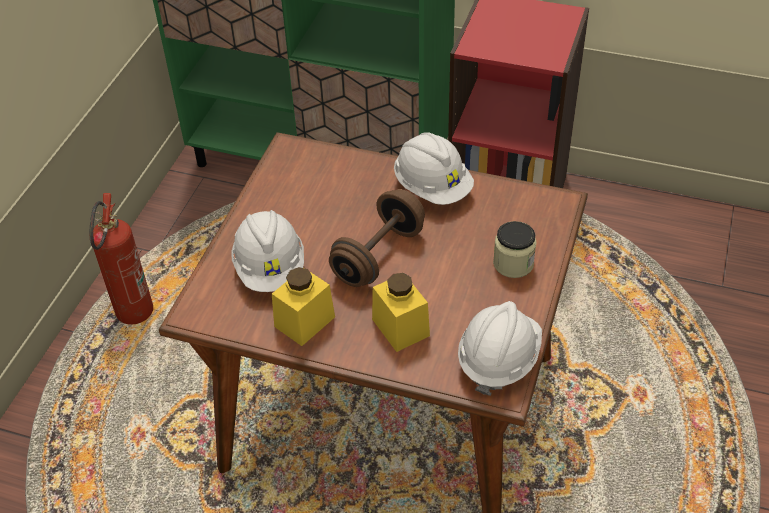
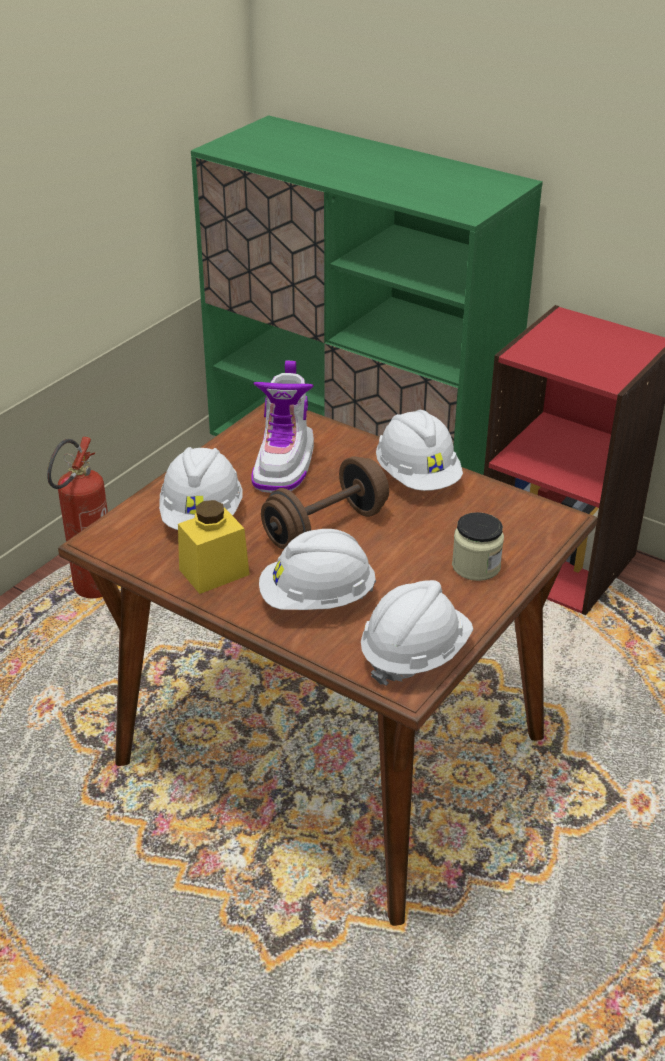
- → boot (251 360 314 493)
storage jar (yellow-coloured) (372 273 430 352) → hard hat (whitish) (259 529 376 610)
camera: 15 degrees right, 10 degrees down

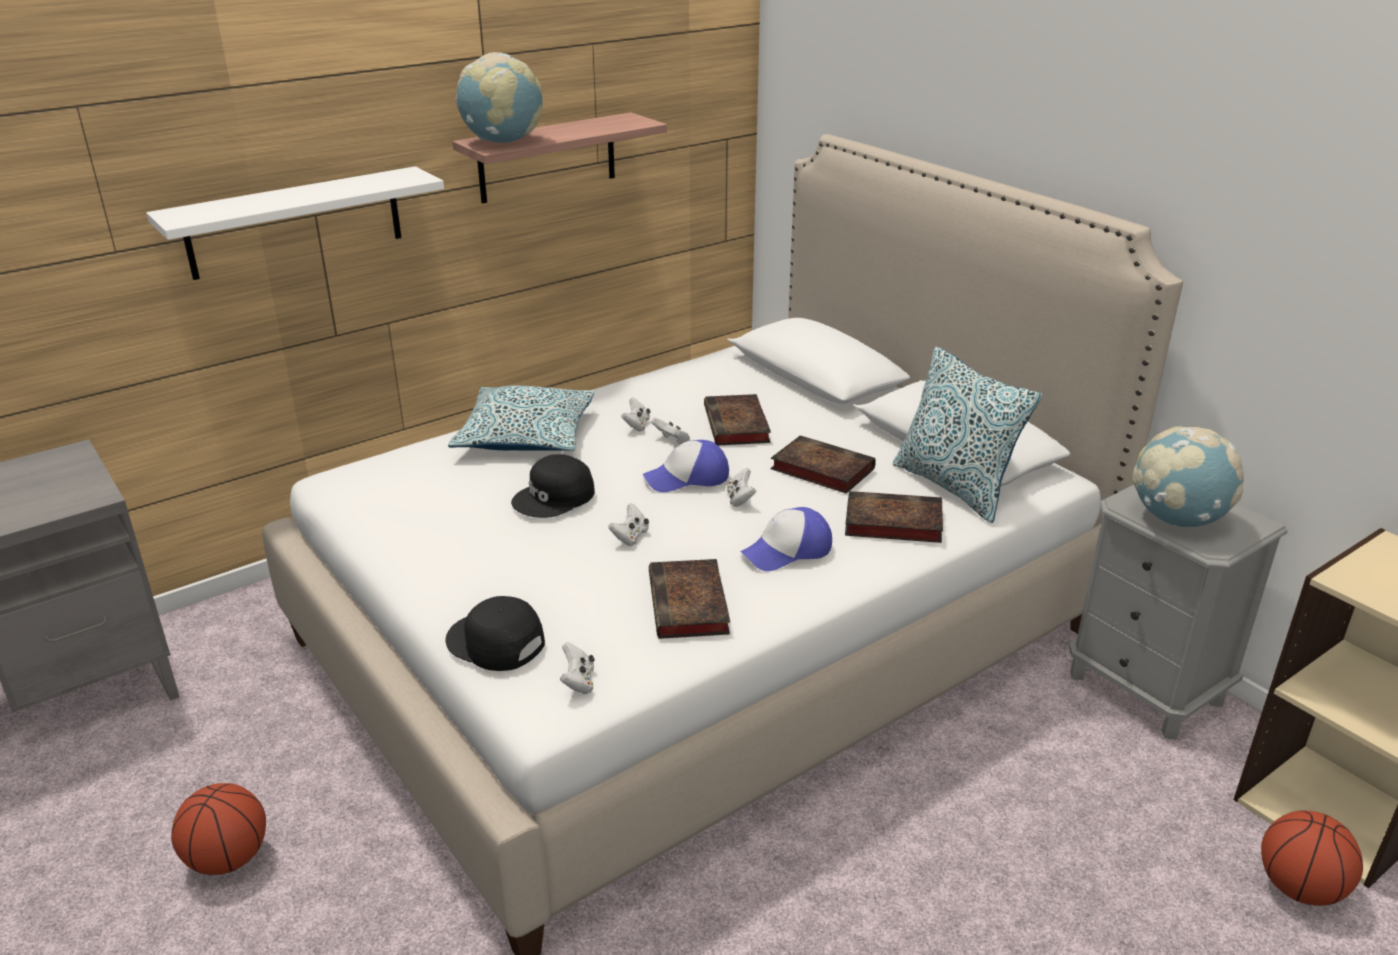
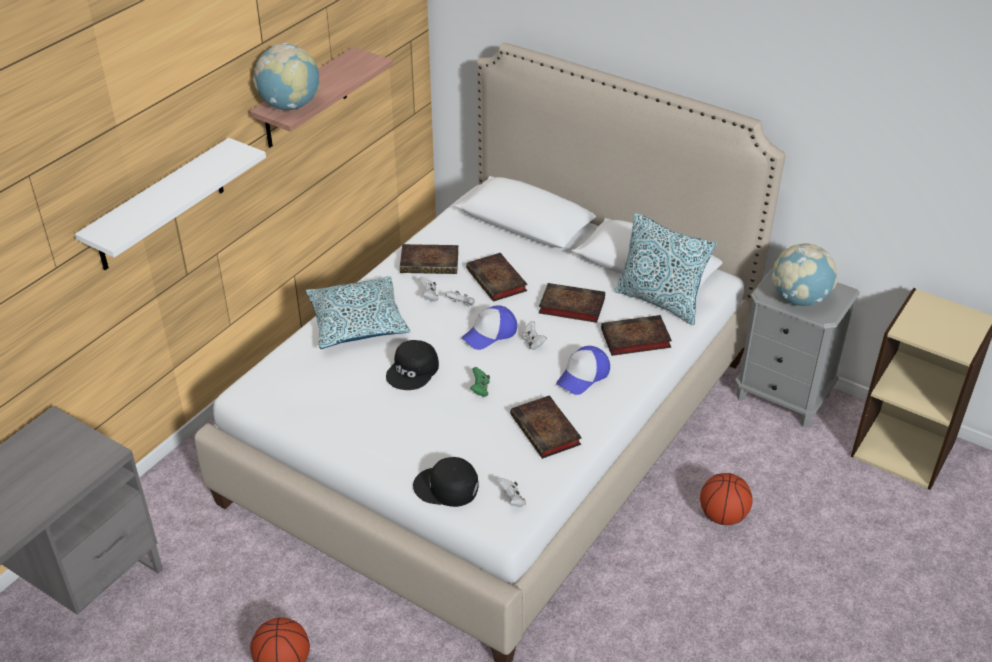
- → book (400 244 458 274)
basketball ball (1261 810 1363 906) → basketball ball (700 473 753 525), shifted
gamepad (whitish) (609 503 649 546) → gamepad (greenish) (470 367 490 397)
camera: 20 degrees left, 10 degrees up

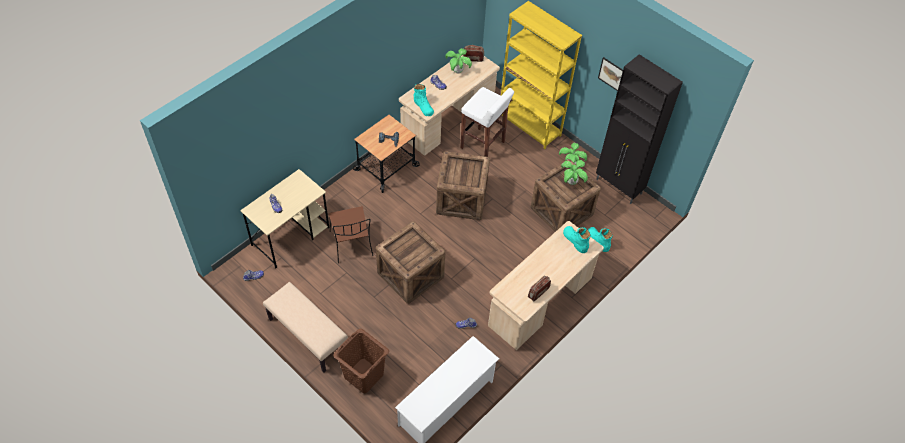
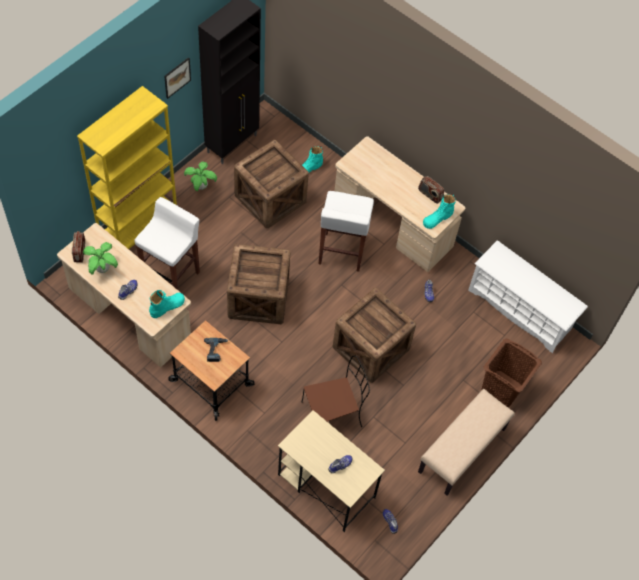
houseplant (561 160 588 185) → -
- → stool (whitish) (319 191 374 272)
boot (turquoise-coloured) (563 226 591 253) → boot (turquoise-coloured) (423 194 456 229), shifted
camera: 95 degrees left, 5 degrees up

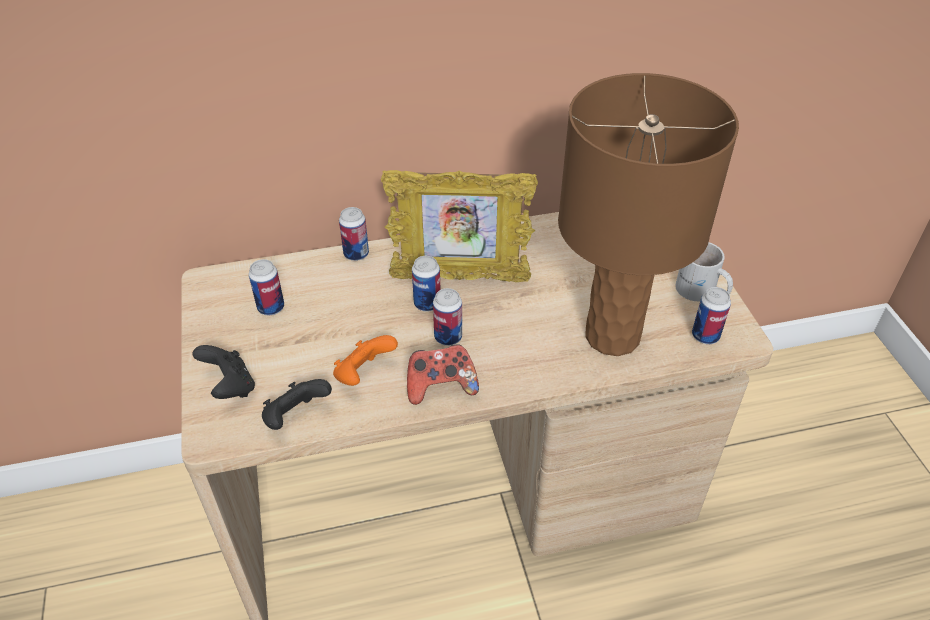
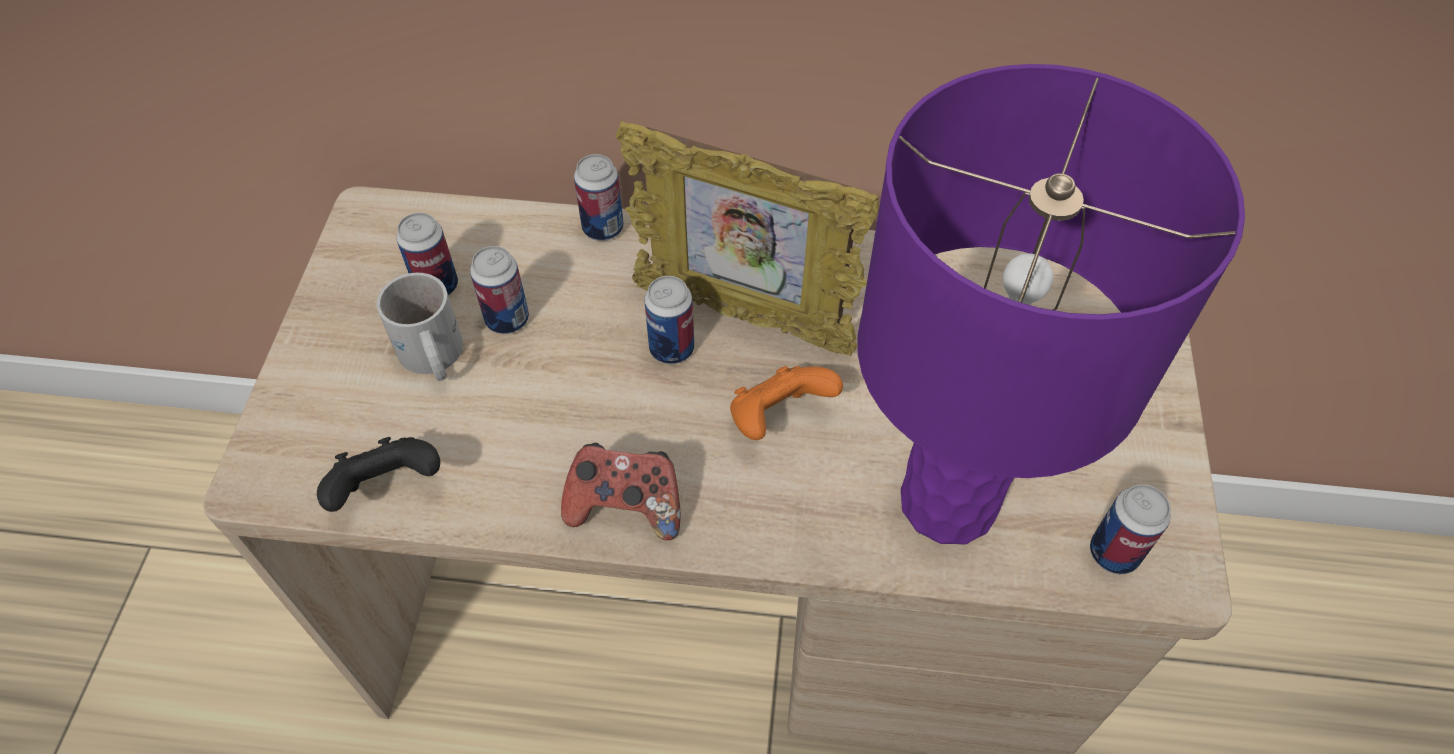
gamepad (blackish) (193 345 255 399) → -
gamepad (orangey) (333 335 398 386) → gamepad (orangey) (730 366 843 440), shifted
metal can (433 288 462 346) → metal can (470 246 529 334), shifted
tea mug (whitish) (675 242 733 301) → tea mug (whitish) (377 273 463 381), shifted
lamp for a table (brown-coloured) (558 73 739 356) → lamp for a table (purplish) (857 64 1245 544)
camera: 20 degrees right, 10 degrees up

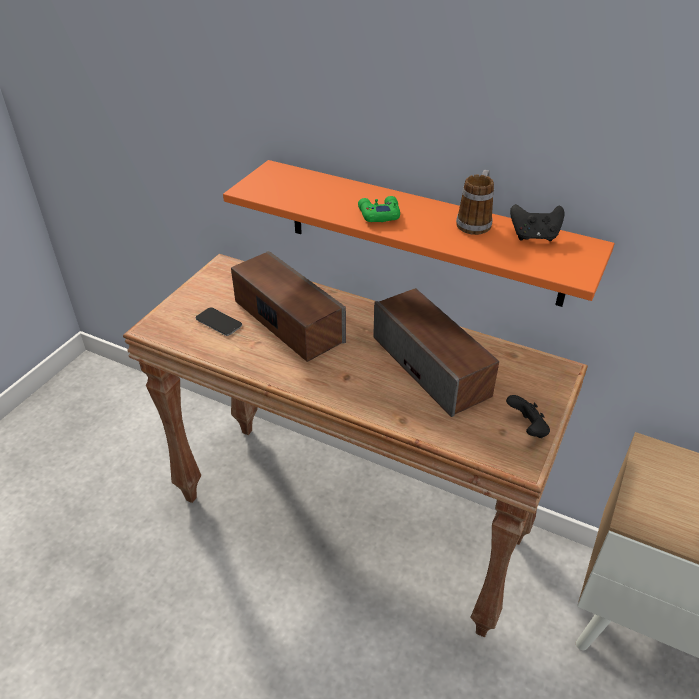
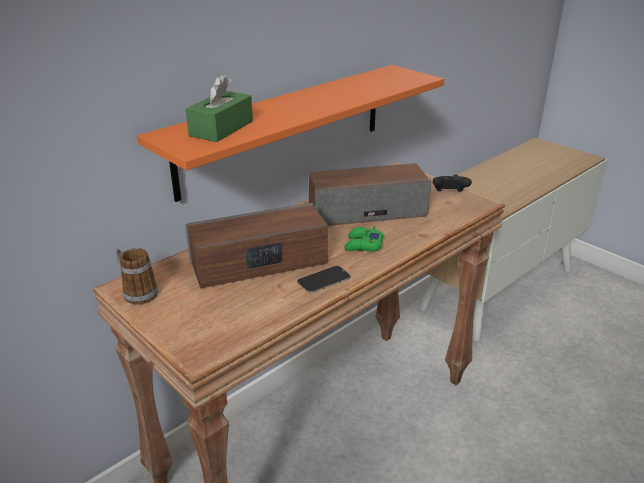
gamepad (blackish) (510 204 564 241) → -
- → box of tissues (greenish) (186 74 253 142)
phone (196 307 242 336) → phone (297 266 350 293), shifted
gamepad (greenish) (358 196 400 222) → gamepad (greenish) (344 226 383 252), shifted
tea mug (456 170 494 235) → tea mug (116 245 158 304), shifted
camera: 70 degrees left, 10 degrees down

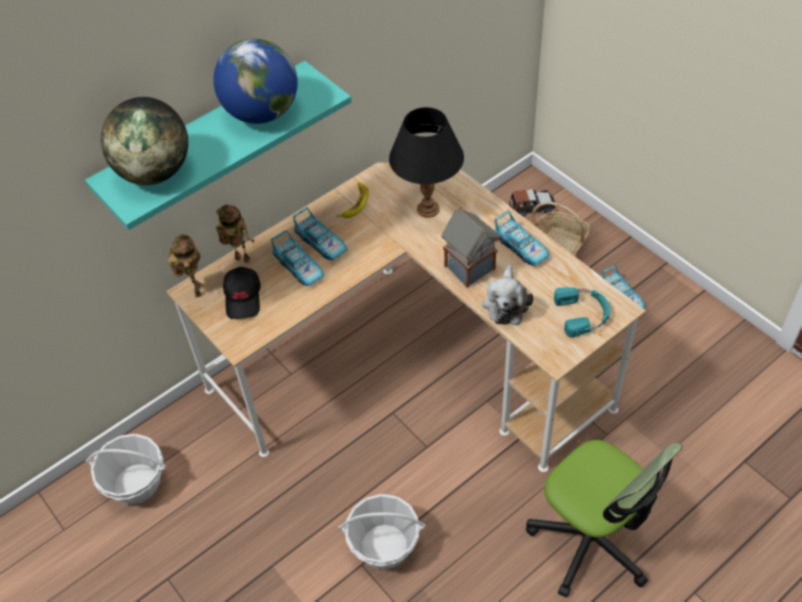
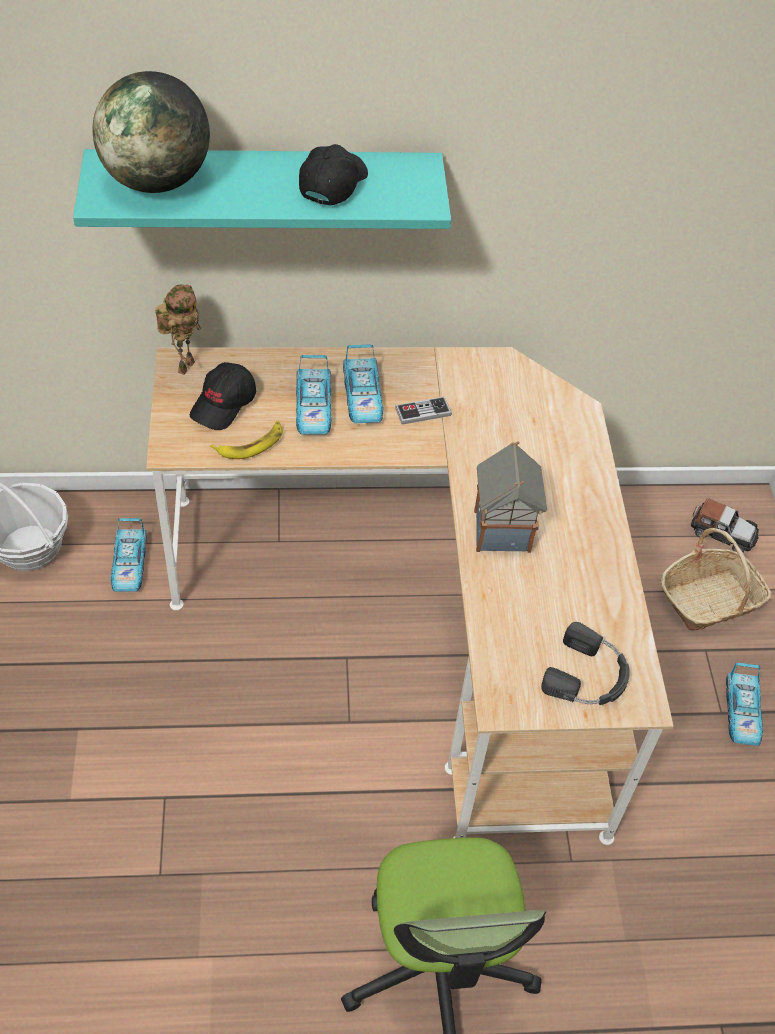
robot figure (216 205 255 263) → -
household basket (338 494 426 569) → -
lamp for a table (blackish) (389 107 464 218) → -
soft toy (482 264 533 325) → -
- → gamepad (395 396 452 425)
banana fruit (336 183 369 218) → banana fruit (210 421 283 459), shifted
miniature car (494 210 550 266) → miniature car (111 518 147 592), shifted
desk globe (213 38 298 124) → peaked cap (blackish) (299 144 368 206)
headphones (turquoise-coloured) (554 287 610 338) → headphones (blackish) (541 622 630 705)
camera: 30 degrees right, 0 degrees up

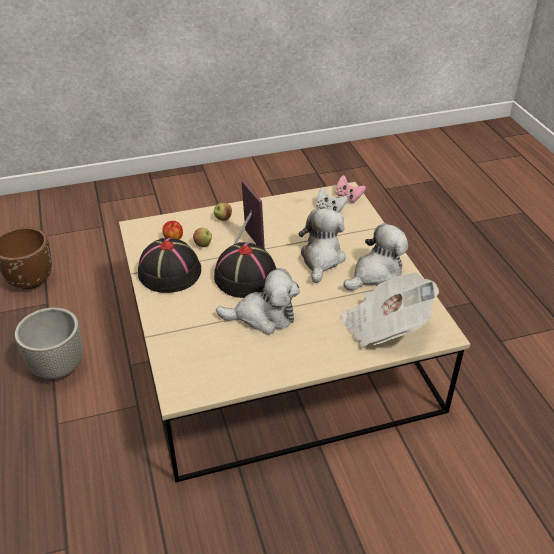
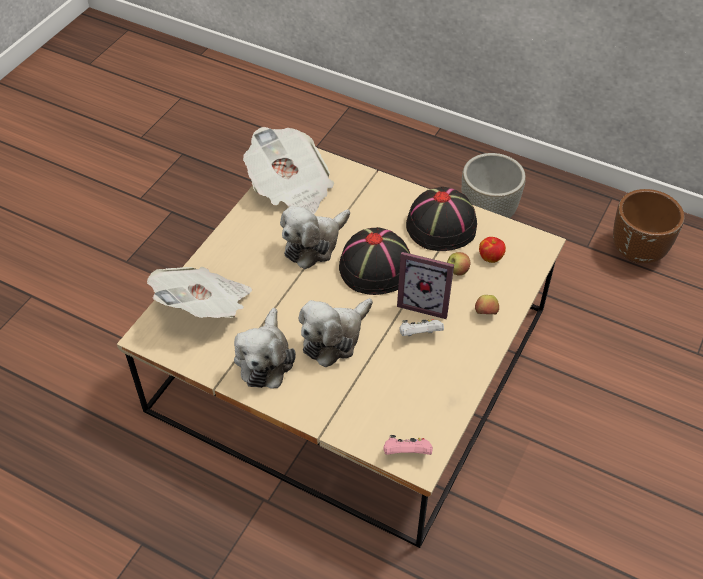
- → daily paper (243 127 334 214)
gamepad (whitish) (316 187 348 213) → gamepad (whitish) (400 319 444 336), shifted
soft toy (299 208 346 283) → soft toy (299 298 373 367), 75 degrees clockwise
camera: 135 degrees right, 10 degrees up

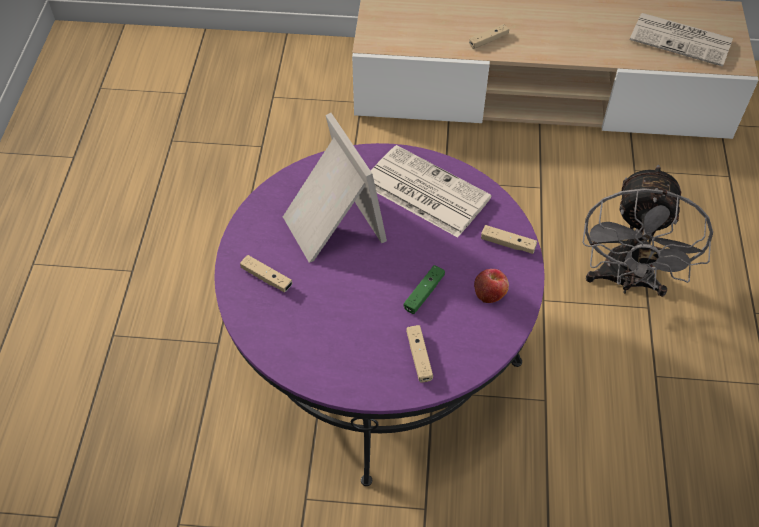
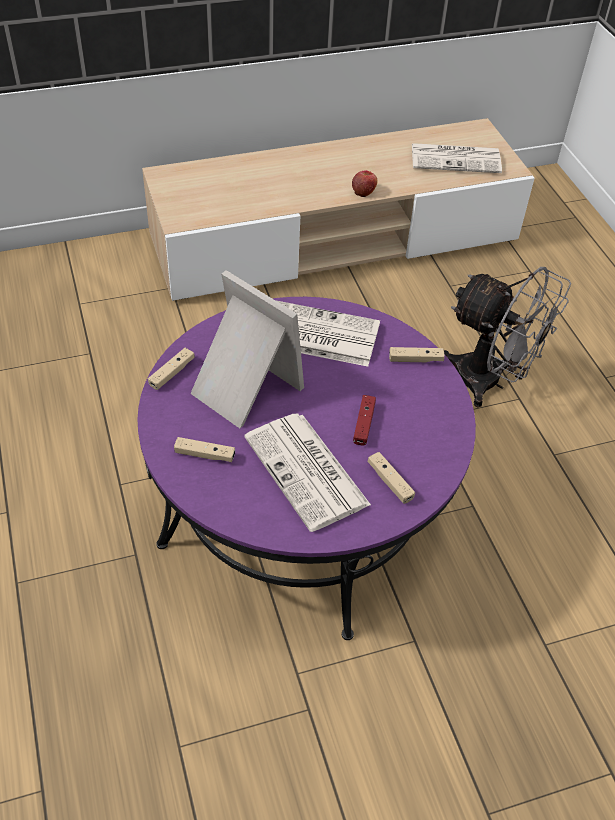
- → daily paper (244 413 371 532)
gamepad (beige-coloured) (469 24 509 49) → gamepad (beige-coloured) (148 348 195 390), shifted
whole apple (474 269 509 303) → whole apple (352 170 377 197), shifted
gamepad (greenish) (404 265 445 314) → gamepad (red) (353 395 376 446)
electric fan (greyish) (582 165 713 297) → electric fan (greyish) (444 267 571 408), 45 degrees counterclockwise
camera: 25 degrees left, 5 degrees down

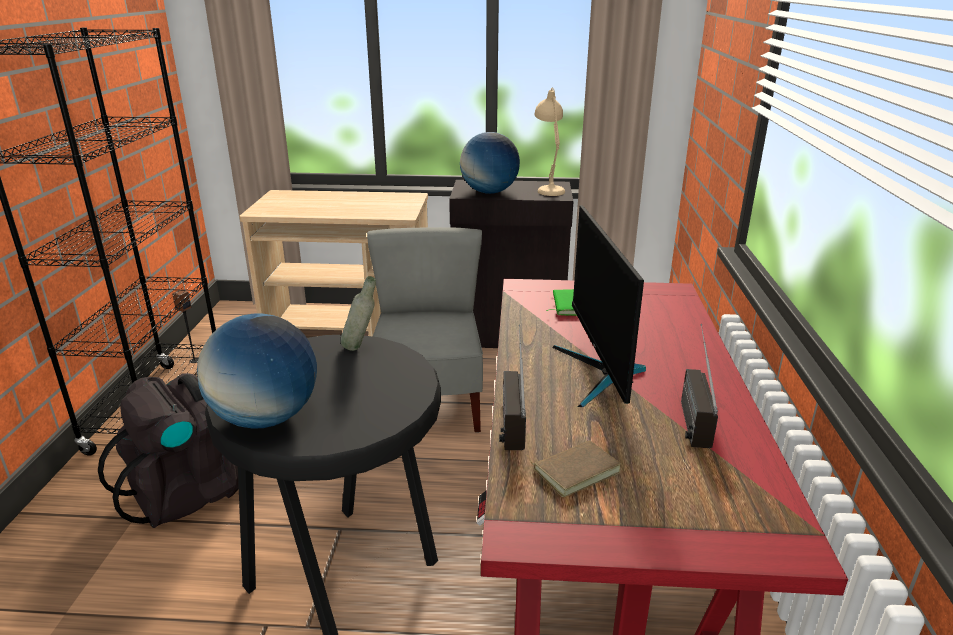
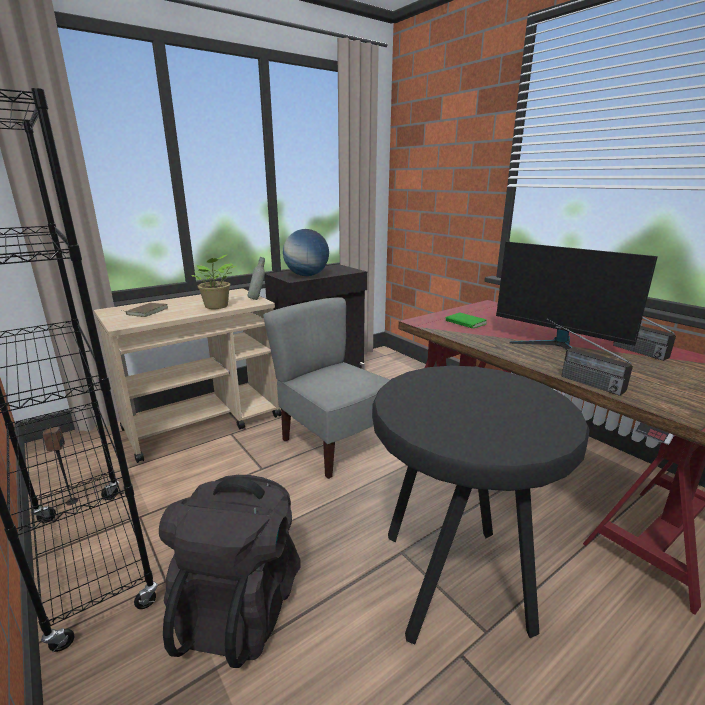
desk globe (197 313 317 429) → -
lamp for a table (beige-coloured) (535 87 565 196) → -
- → houseplant (191 254 236 309)
bottle (greyish) (340 276 376 351) → bottle (greyish) (248 257 265 300), shifted
book (brown-coloured) (526 440 621 497) → book (brown-coloured) (121 303 168 317), shifted
camera: 40 degrees left, 5 degrees down

